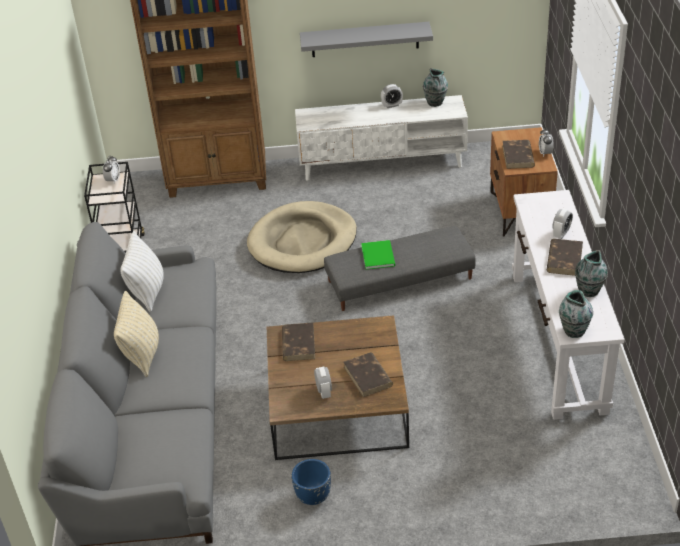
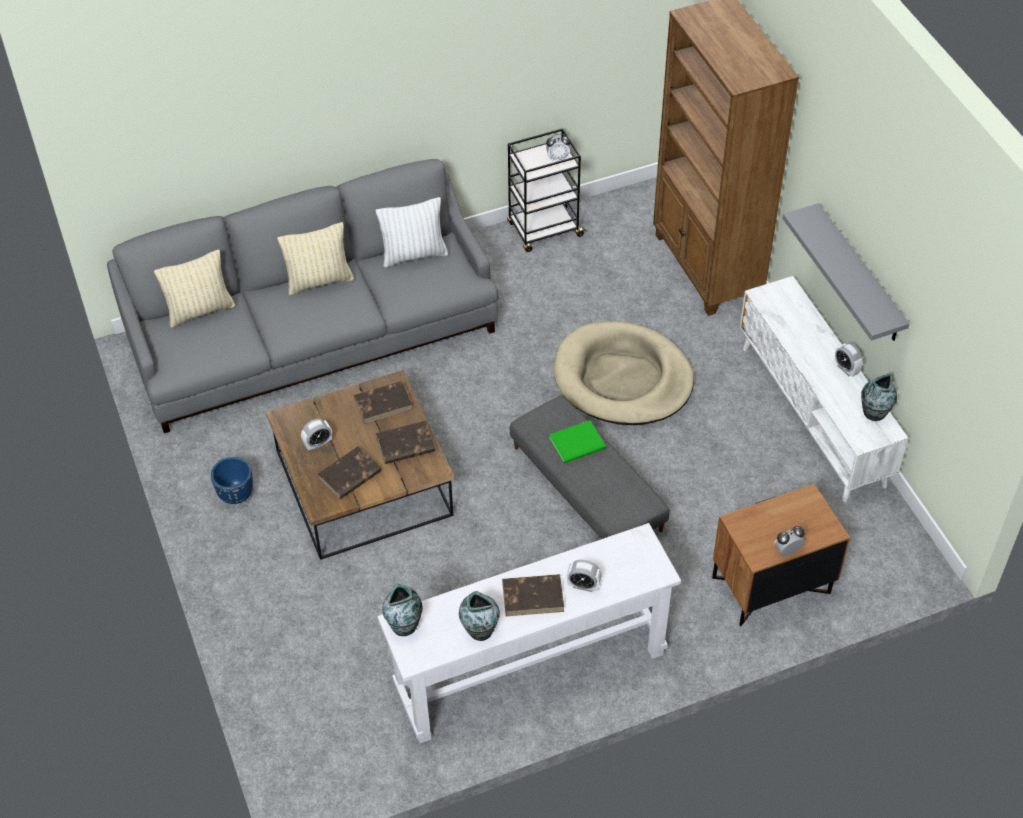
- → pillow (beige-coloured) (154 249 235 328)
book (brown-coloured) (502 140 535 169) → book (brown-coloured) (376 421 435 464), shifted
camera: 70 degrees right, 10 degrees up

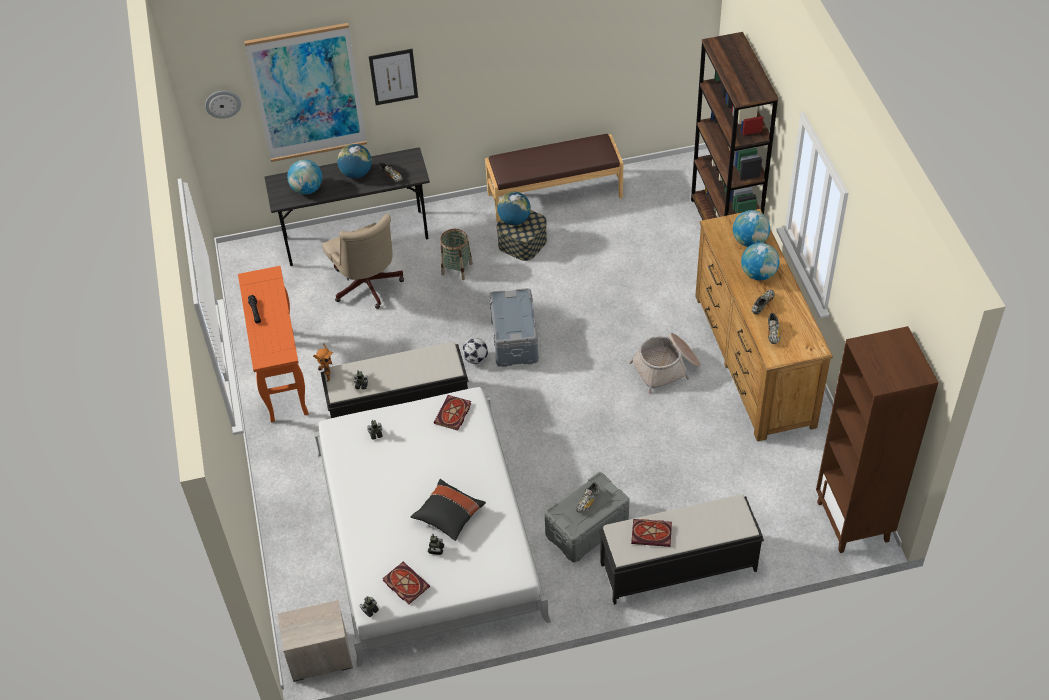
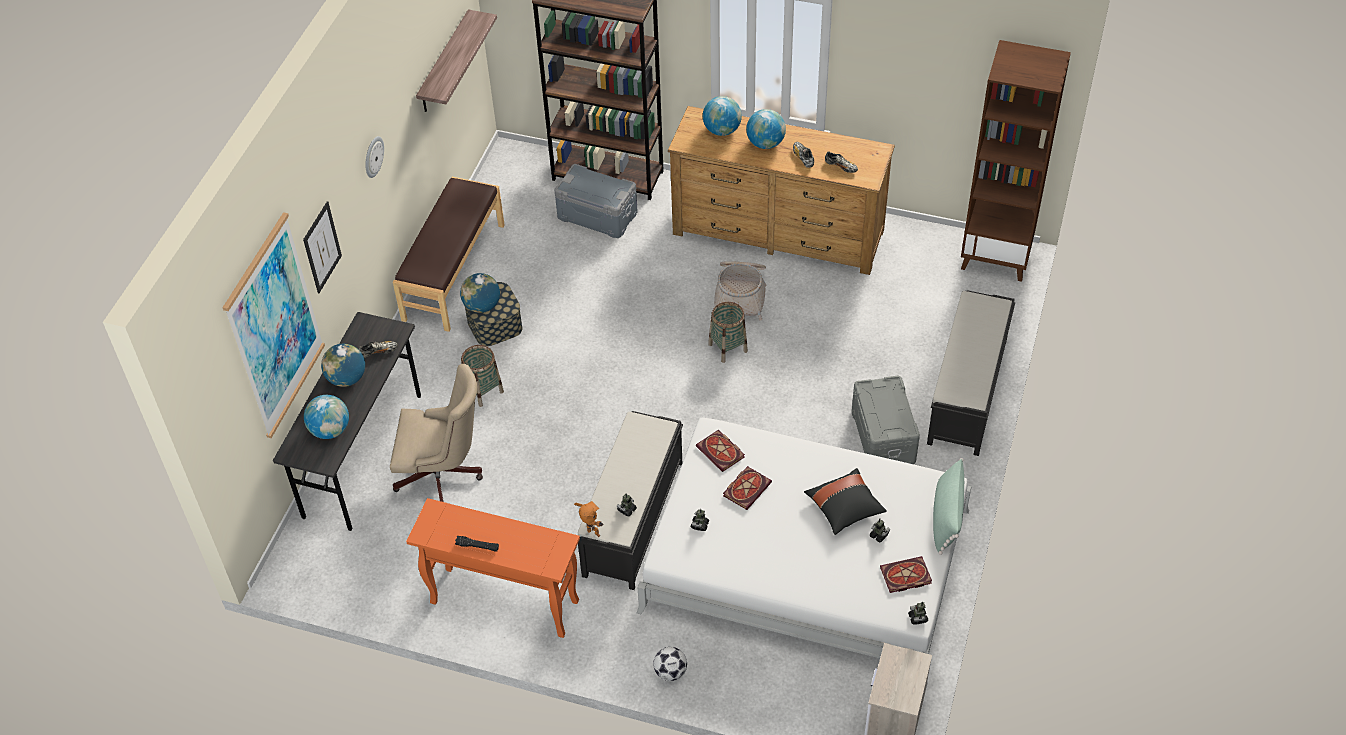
low shoe (576 482 600 513) → -
- → bracket shelf (416 9 497 112)
- → household basket (708 302 748 363)
- → pillow (greenish) (933 458 964 555)
hanging clock (205 91 241 119) → hanging clock (365 136 384 178), shifted
ball for football (462 338 488 364) → ball for football (653 647 687 681), shifted
storage bin (greyish) (490 288 539 367) → storage bin (greyish) (555 164 638 238), shifted
book (631 519 672 547) → book (723 466 772 510), shifted
camera: 60 degrees left, 0 degrees up

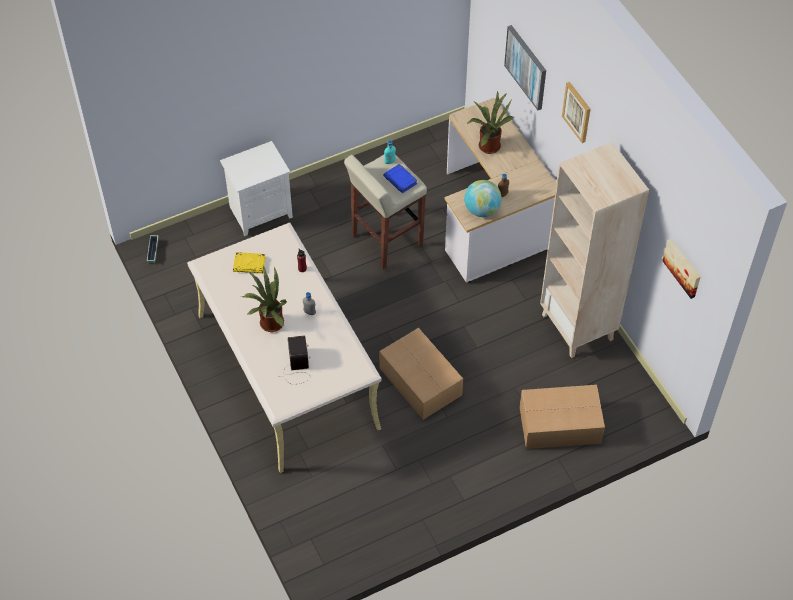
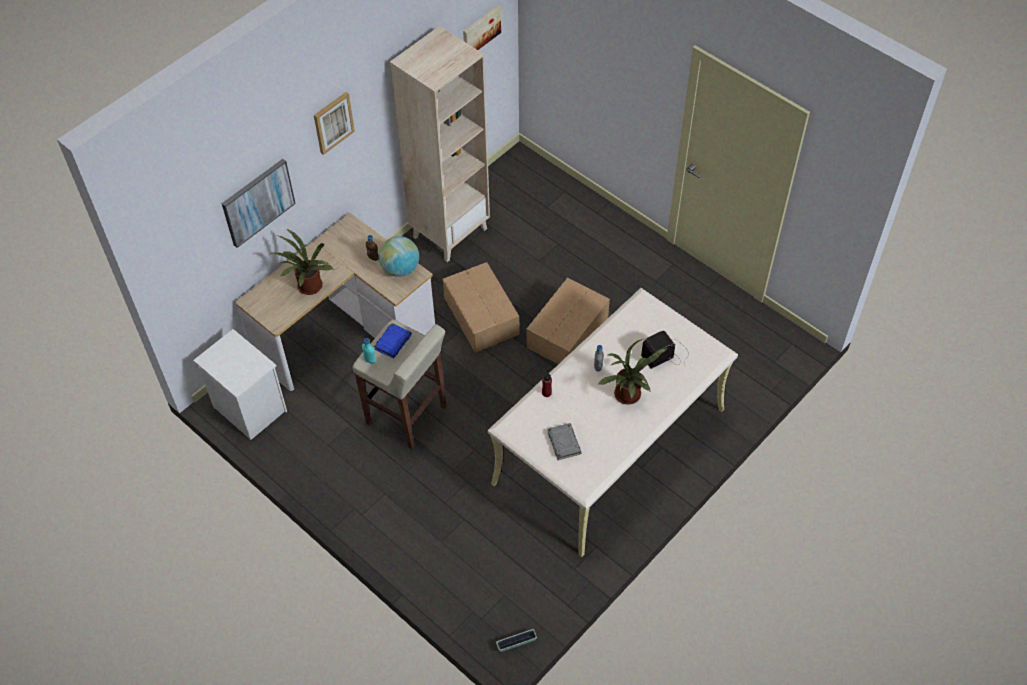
nightstand (whitish) (220 141 293 236) → nightstand (whitish) (193 329 287 440), shifted
cardboard box (519 385 605 449) → cardboard box (442 262 520 353), shifted
book (yellow-coloured) (233 252 266 273) → book (greyish) (548 423 582 460)
camera: 110 degrees left, 0 degrees up

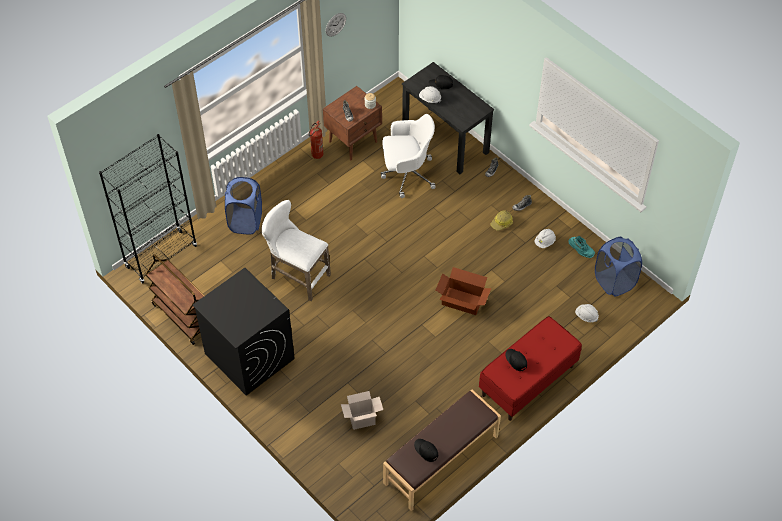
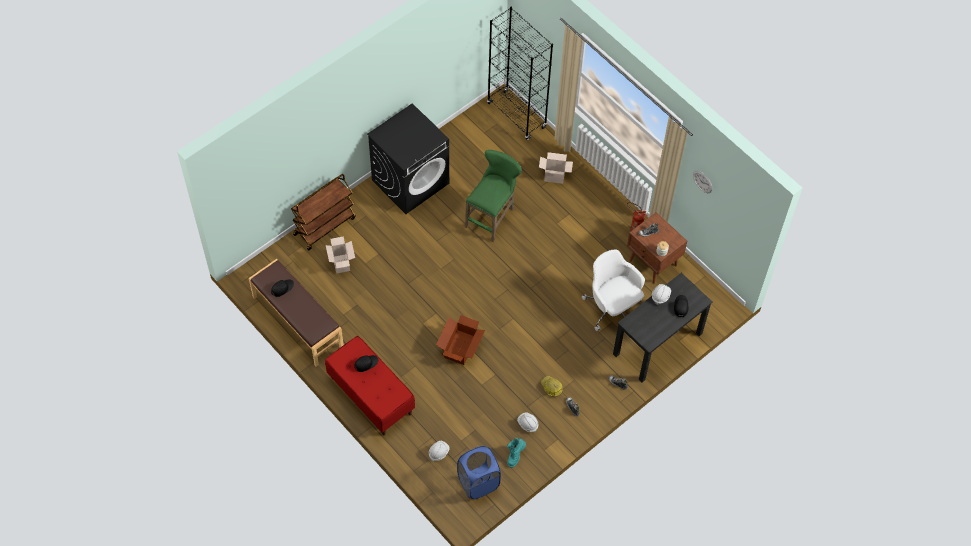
wheeled cart (brown-coloured) (145 254 205 345) → wheeled cart (brown-coloured) (291 174 355 250), shifted
laundry basket (bluish) (225 177 262 234) → cardboard box (539 152 573 184)
stool (whitish) (262 200 331 301) → stool (greenish) (465 150 522 242)
office chair (whitish) (381 114 436 198) → office chair (whitish) (582 250 645 331), 150 degrees clockwise
camera: 90 degrees right, 5 degrees up

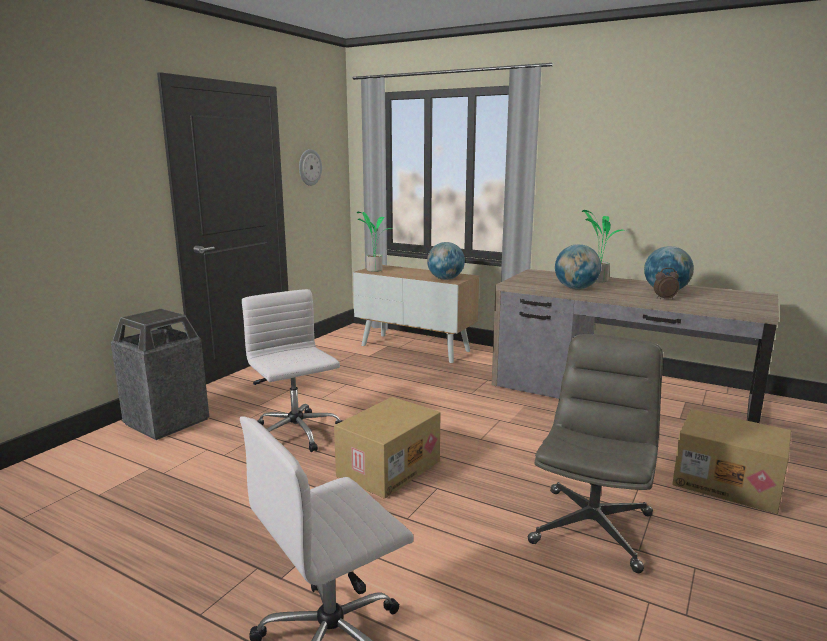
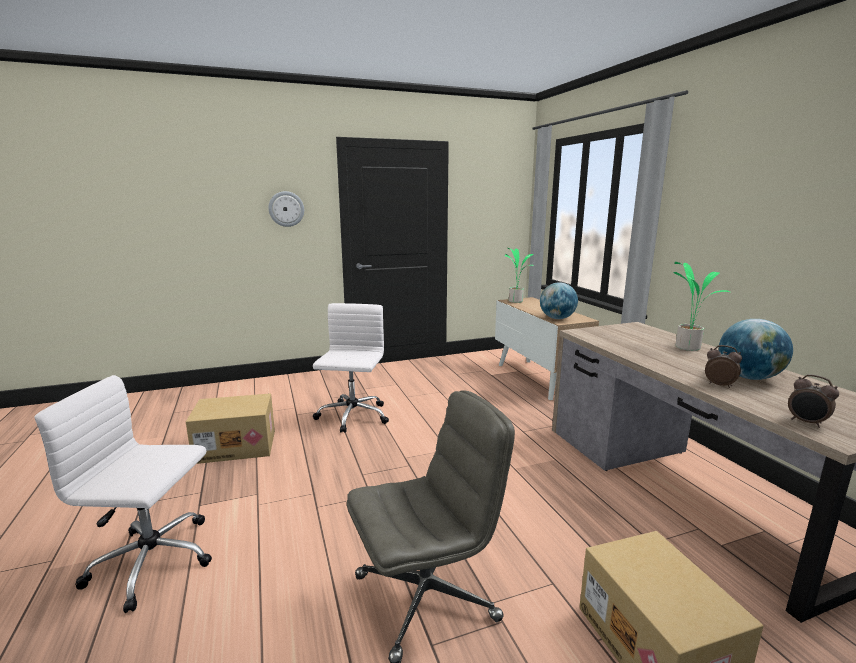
trash can (111 308 209 440) → -
desk globe (555 244 601 289) → -
- → bedside clock (788 375 839 428)
hanging clock (299 149 322 186) → hanging clock (268 191 304 227), shifted
cardboard box (334 397 441 499) → cardboard box (186 393 275 464), shifted
camera: 40 degrees right, 0 degrees up

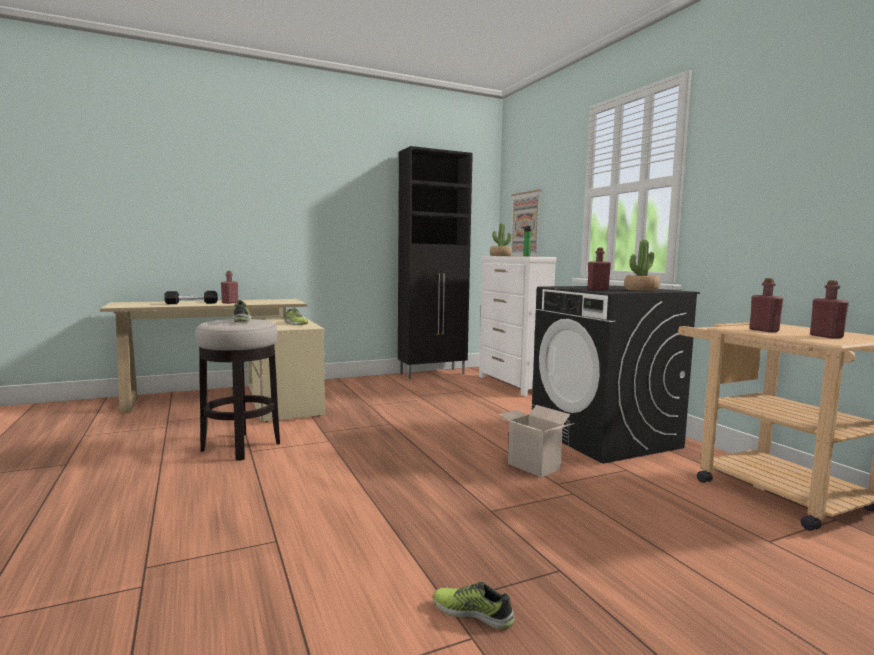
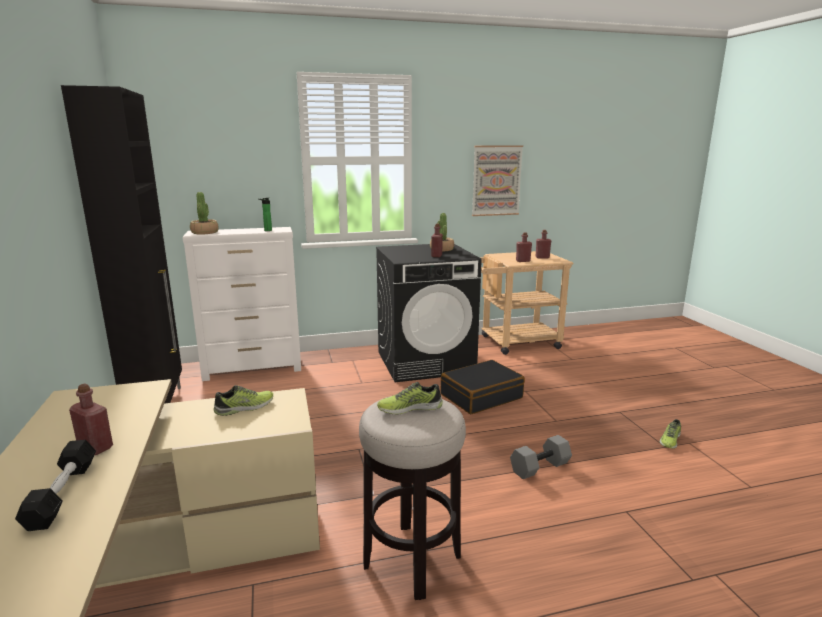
- → hand weight (greyish) (510 435 572 479)
wall art (510 190 541 257) → wall art (472 145 523 216), shifted
cardboard box (498 405 575 477) → piece of luggage (blackish) (441 360 525 414)
camera: 80 degrees left, 10 degrees up

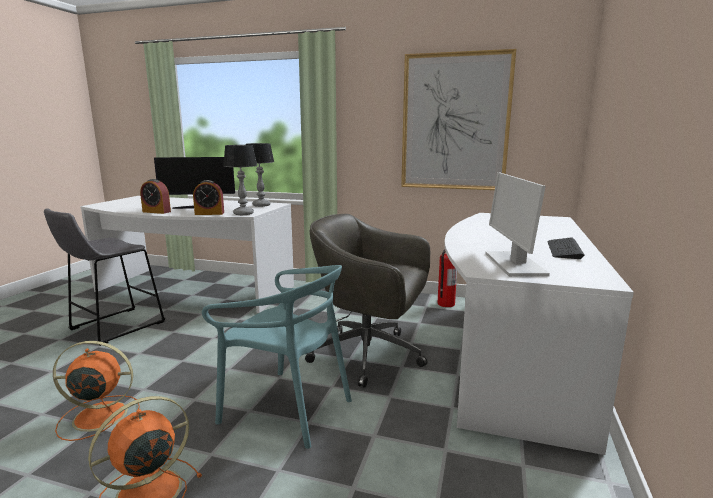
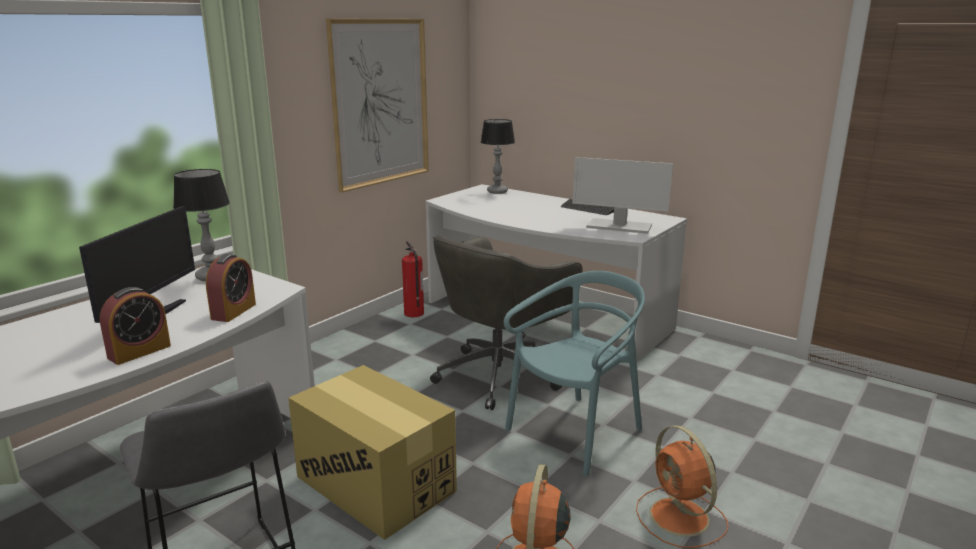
- → cardboard box (288 365 457 540)
lamp for a table (223 145 258 215) → lamp for a table (480 119 515 194), shifted
camera: 70 degrees left, 5 degrees up

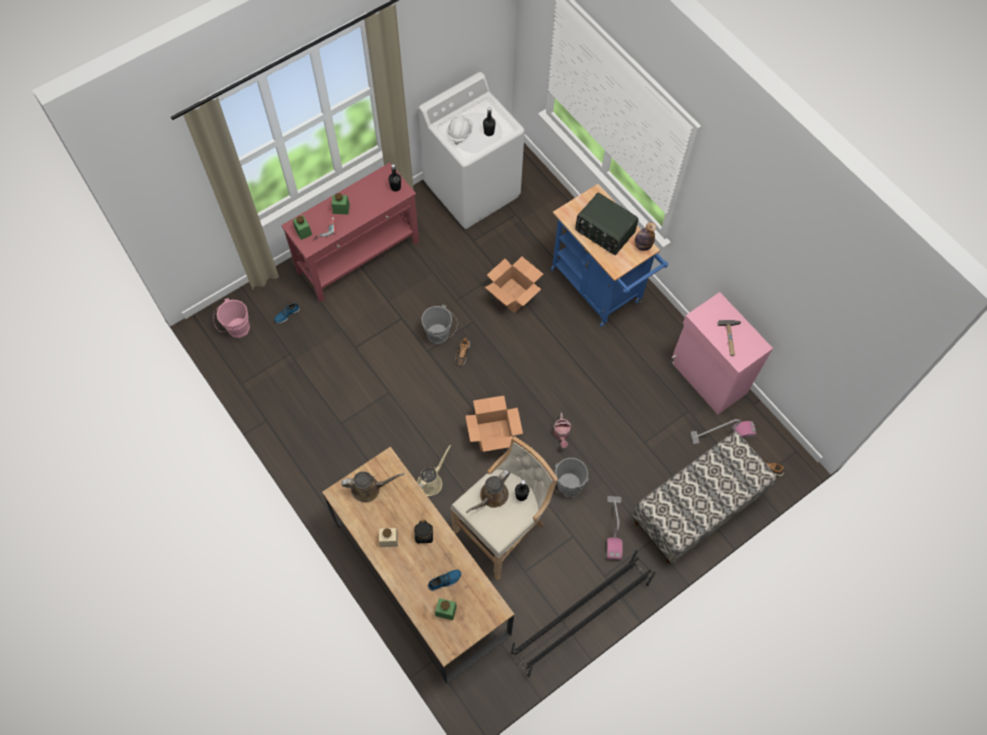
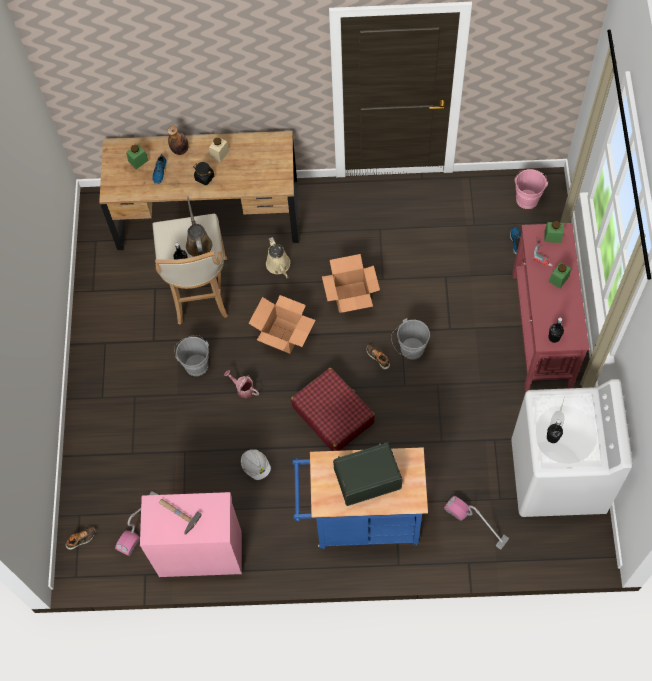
sprinkling can (brown-coloured) (341 471 404 503) → -
shoe stand (blackish) (511 550 656 677) → -
bench (632 432 777 564) → -
- → piece of luggage (red) (291 368 375 451)
hard hat (whitish) (448 115 473 145) → hard hat (whitish) (241 449 271 480), shifted
cardboard box (485 256 543 313) → cardboard box (322 254 380 313), shifted
vacuum (606 496 623 560) → vacuum (444 496 509 549), shifted
bottle (635 222 656 251) → bottle (167 126 189 155), shifted
camera: 130 degrees right, 0 degrees up

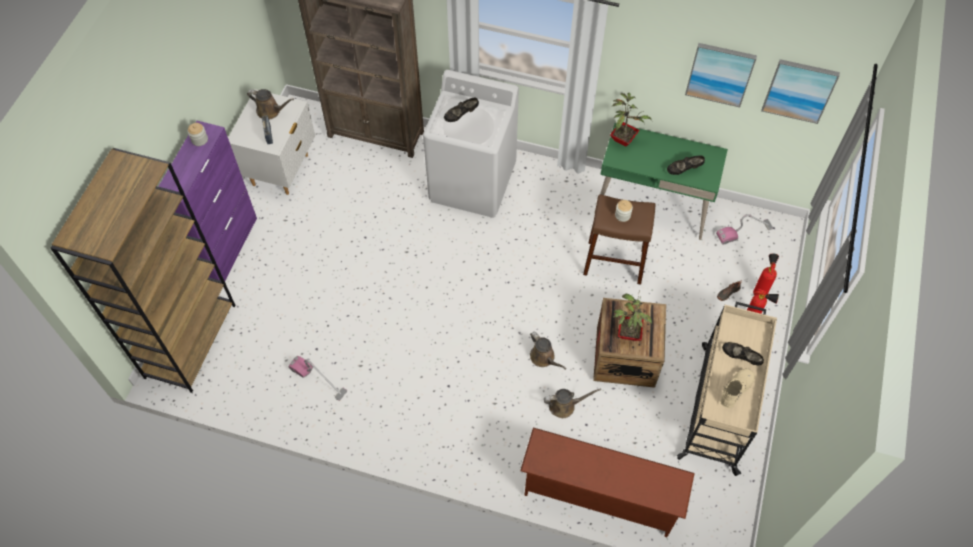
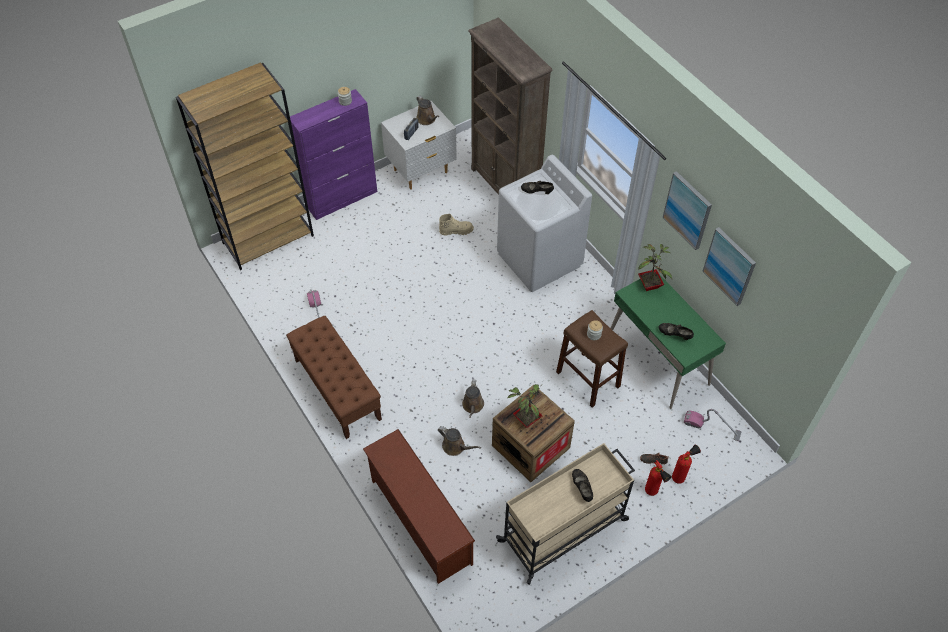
- → bench (brown-coloured) (286 316 382 439)
boot (beige-coloured) (720 369 755 409) → boot (beige-coloured) (439 214 474 236), shifted
wall art (761 59 840 124) → wall art (663 171 712 250), shifted
camera: 40 degrees right, 5 degrees down

